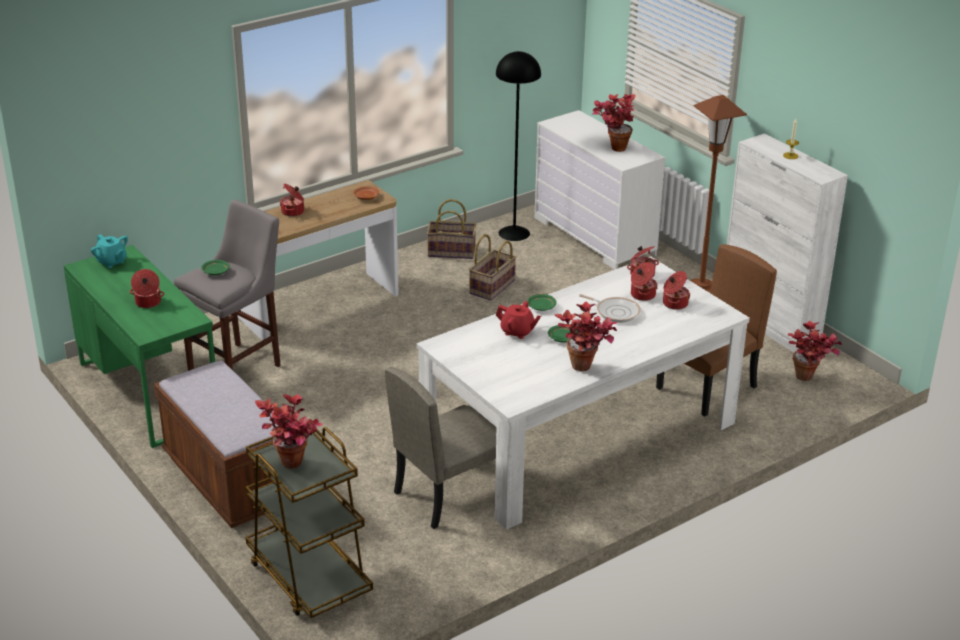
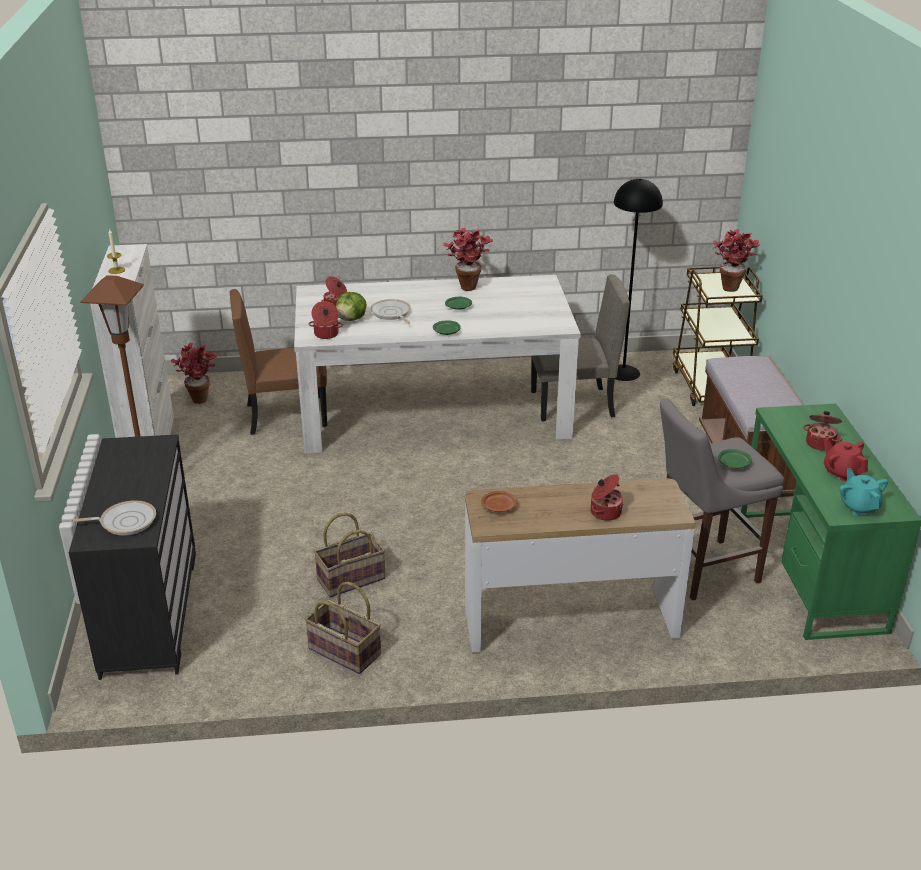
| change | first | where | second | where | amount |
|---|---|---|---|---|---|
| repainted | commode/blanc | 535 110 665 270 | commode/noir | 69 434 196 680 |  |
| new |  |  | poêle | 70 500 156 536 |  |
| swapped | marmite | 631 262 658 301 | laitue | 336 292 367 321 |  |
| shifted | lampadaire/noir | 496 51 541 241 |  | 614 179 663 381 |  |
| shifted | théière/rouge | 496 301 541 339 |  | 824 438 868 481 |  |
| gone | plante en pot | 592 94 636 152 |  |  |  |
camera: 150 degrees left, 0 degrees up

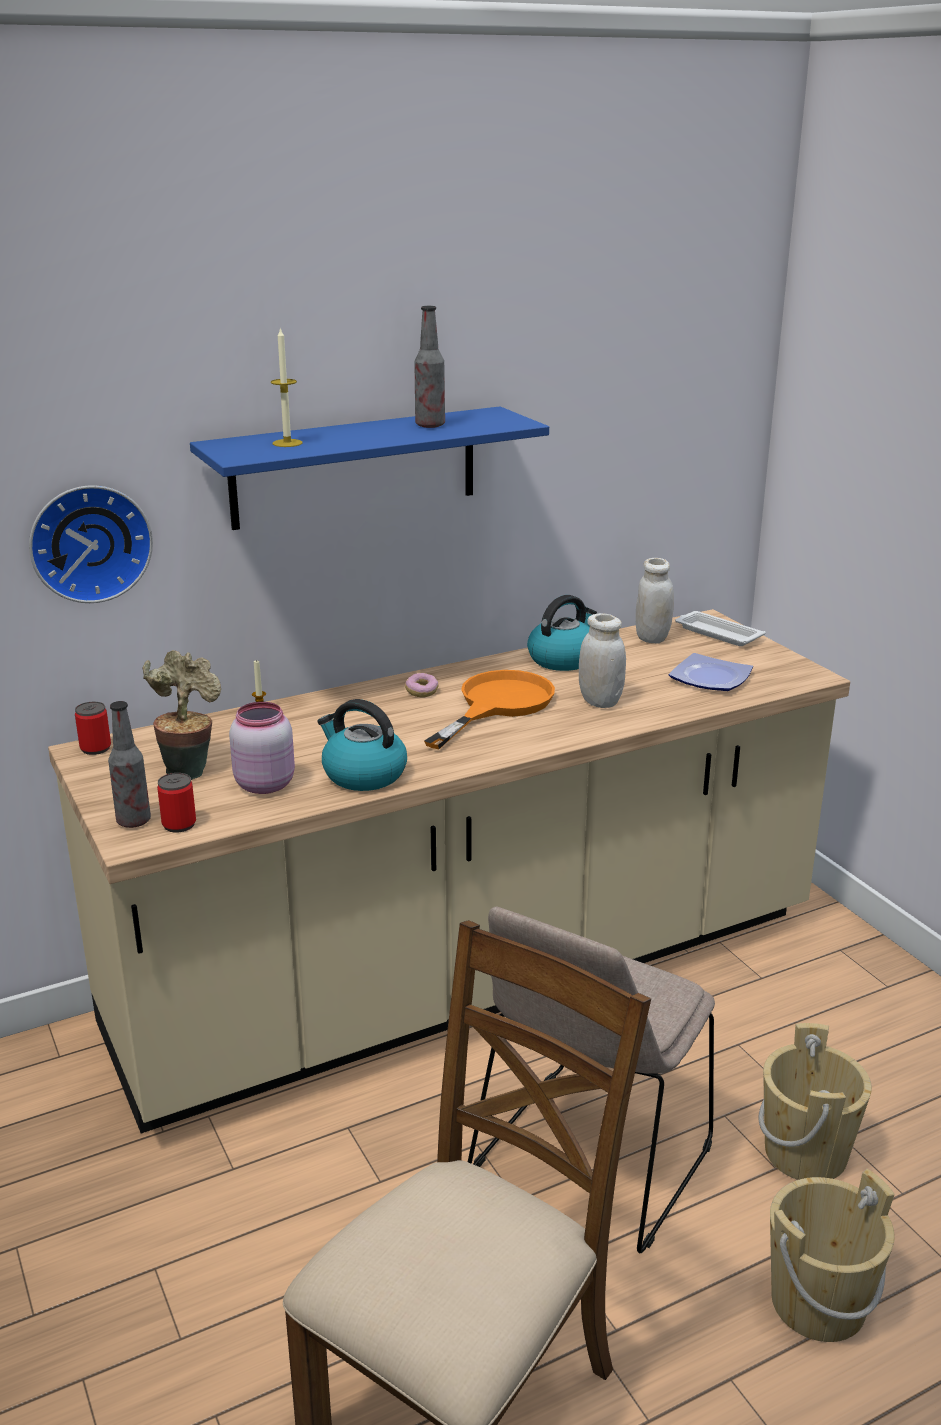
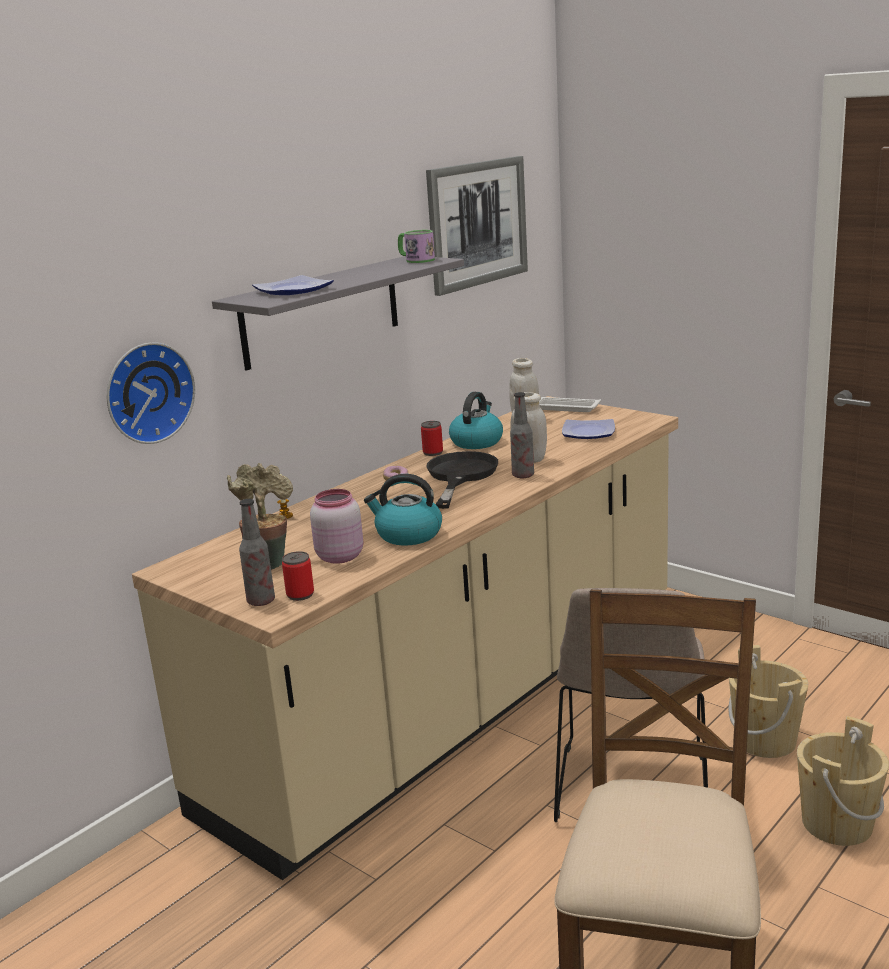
| change | first | where | second | where | amount |
|---|---|---|---|---|---|
| repainted | étagère/bleu | 190 406 549 530 | étagère/gris | 212 256 464 371 |  |
| swapped | bougie | 271 328 302 447 | assiette | 252 275 334 295 |  |
| new |  |  | mug | 398 230 435 263 |  |
| shifted | boîte métallique | 75 702 111 755 |  | 421 421 443 456 |  |
| new |  |  | tableau | 426 156 528 296 |  |
| repainted | poêle/orange | 424 670 555 749 | poêle/noir | 427 451 498 509 |  |
| shifted | bouteille | 414 306 445 428 |  | 510 392 534 478 |  |
camera: 20 degrees left, 5 degrees down

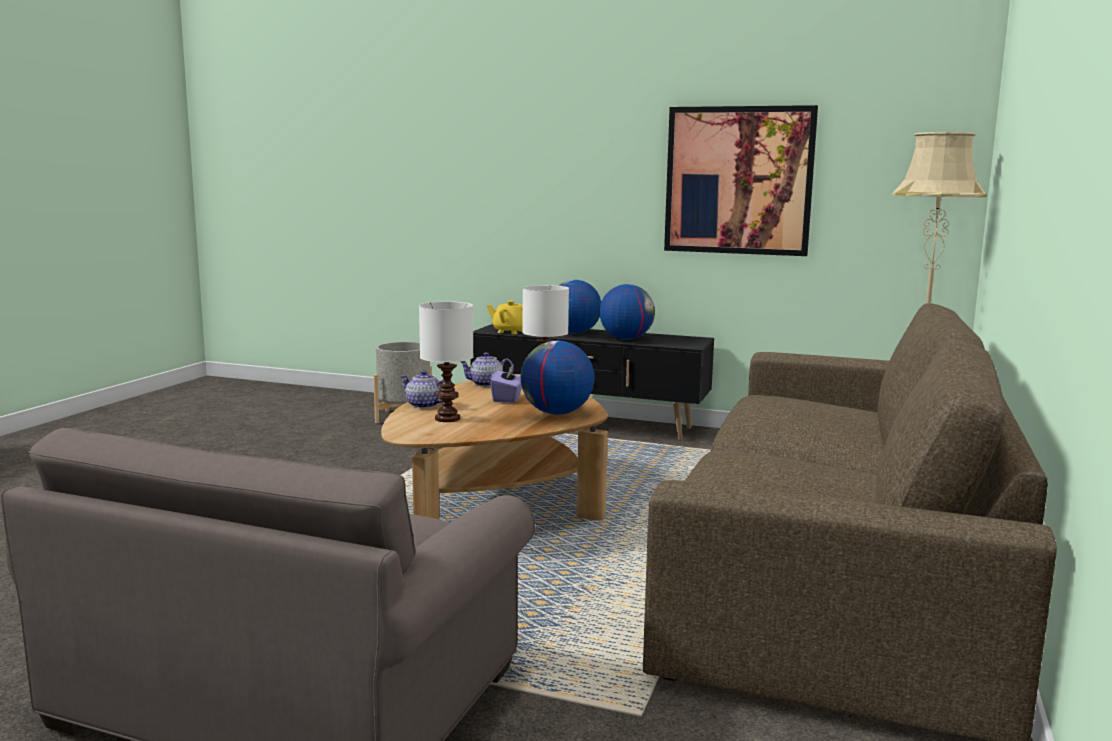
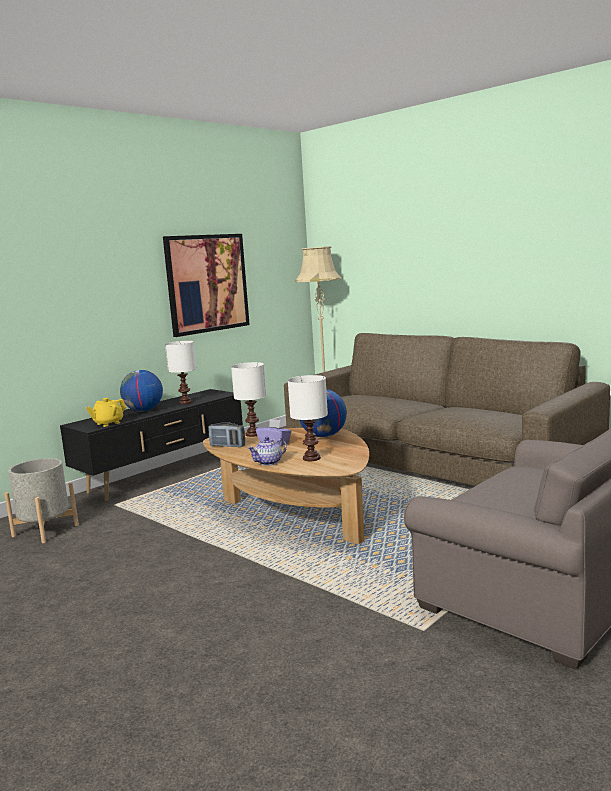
| change | first | where | second | where | amount |
|---|---|---|---|---|---|
| swapped | globe | 599 284 655 340 | lampe de table/blanc | 165 341 196 404 |  |
| swapped | théière | 460 352 514 387 | radio | 208 422 245 447 |  |
camera: 65 degrees left, 0 degrees up

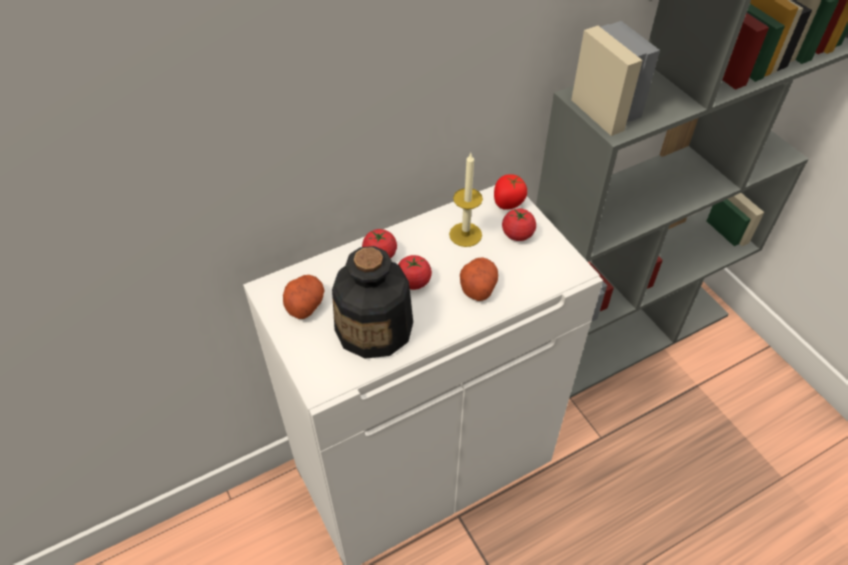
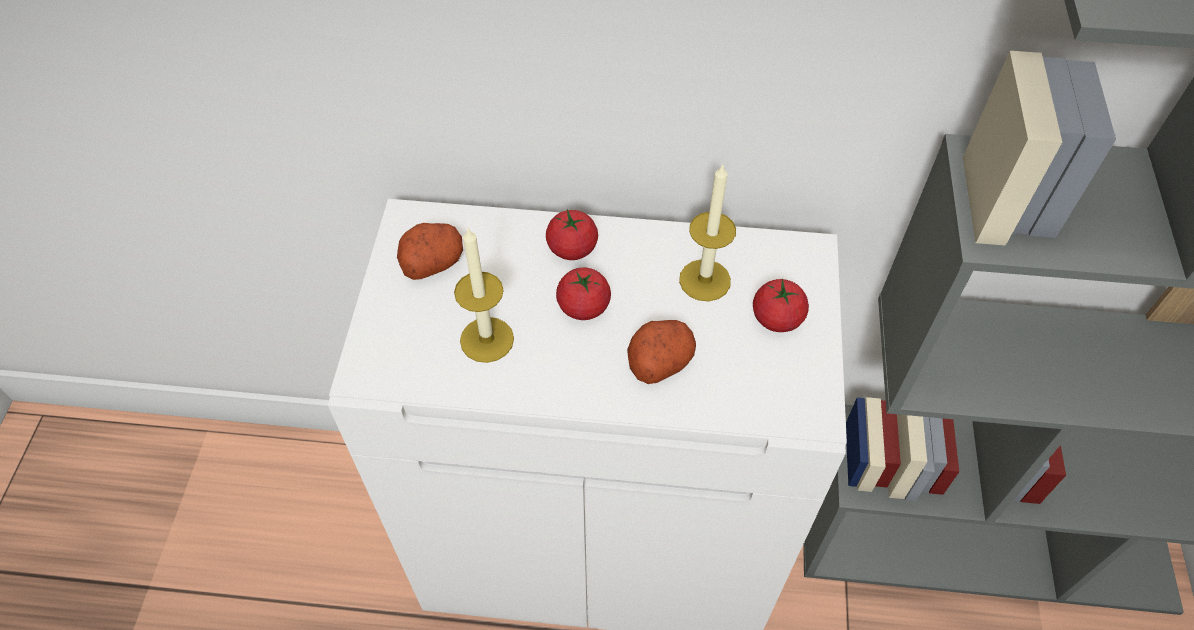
| change | first | where | second | where | amount |
|---|---|---|---|---|---|
| swapped | bouteille | 332 246 413 359 | bougie | 454 227 514 363 |  |
| gone | tomate | 494 174 527 210 |  |  |  |
camera: 35 degrees right, 5 degrees up

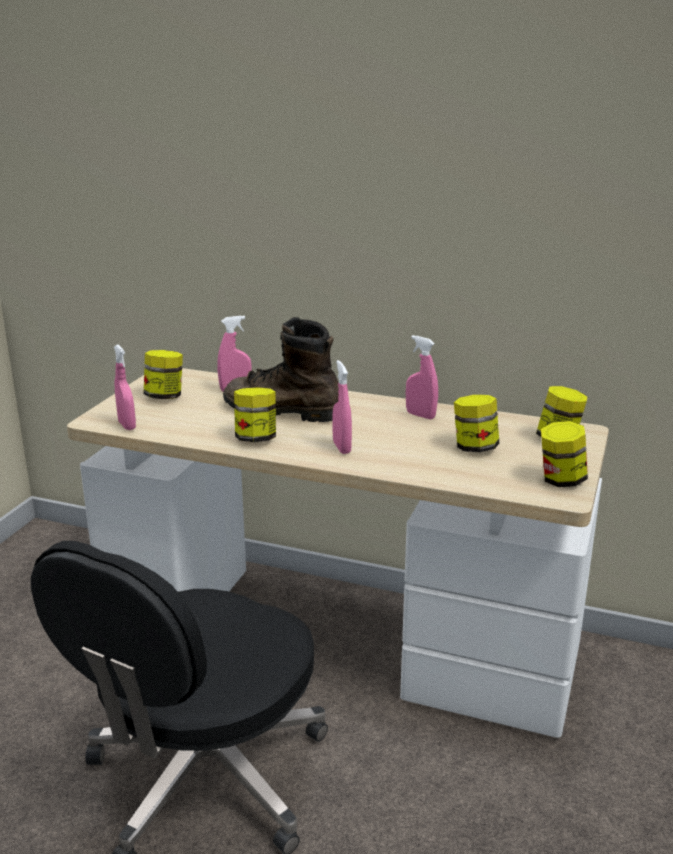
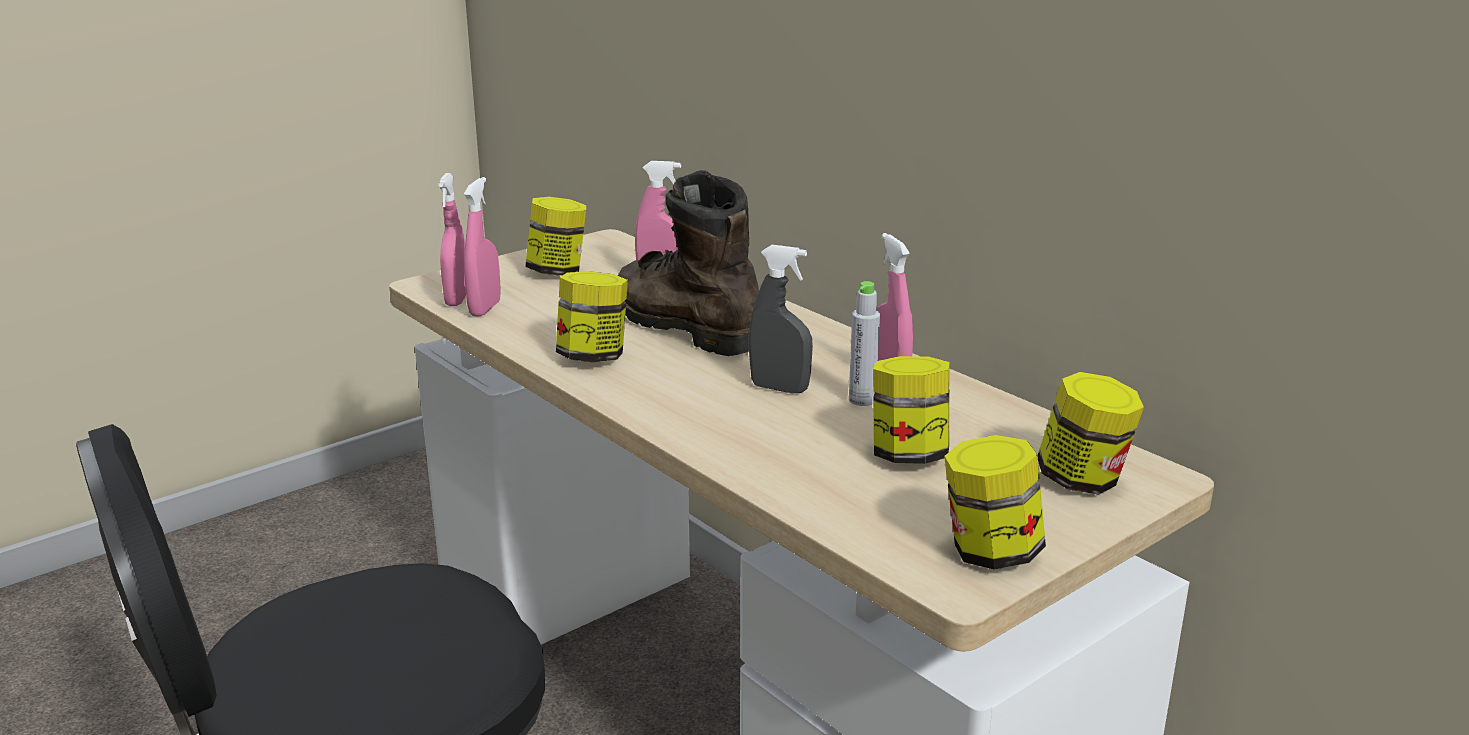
| change | first | where | second | where | amount |
|---|---|---|---|---|---|
| shifted | vaporisateur/rose | 333 360 352 454 |  | 464 177 501 317 |  |
| new |  |  | vaporisateur/gris | 749 245 813 393 |  |
| new |  |  | bouteille/gris | 849 281 880 406 |  |
camera: 30 degrees right, 0 degrees up

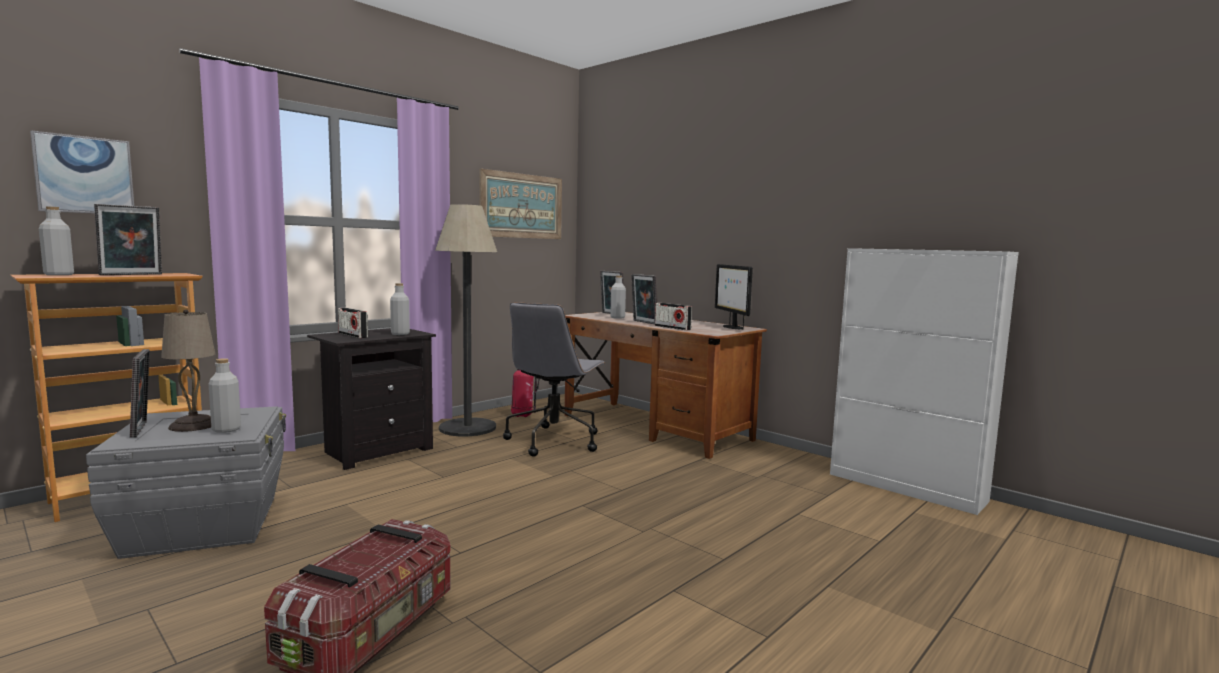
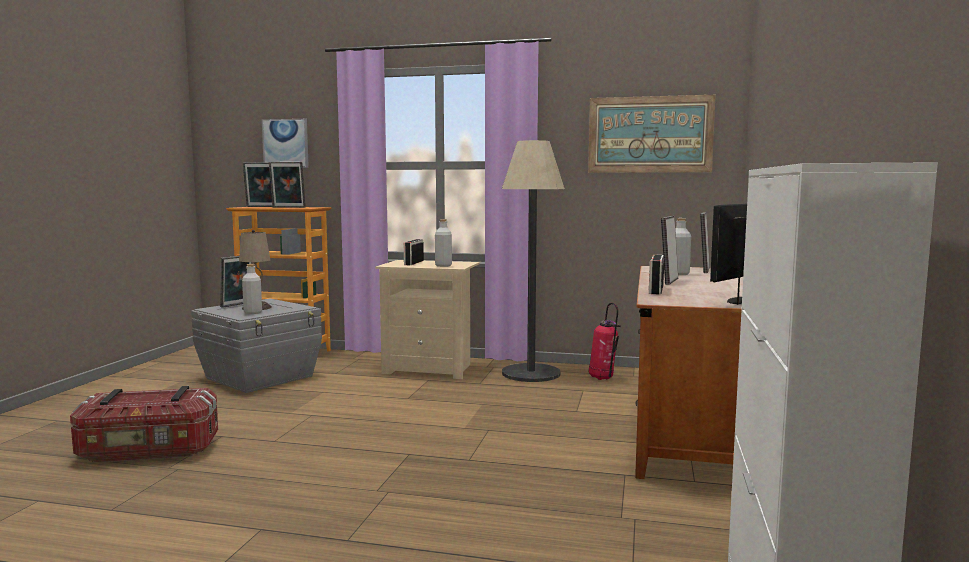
| change | first | where | second | where | amount |
|---|---|---|---|---|---|
| swapped | bouteille/gris | 39 207 74 275 | cadre photo | 243 162 273 207 |  |
| repainted | table de chevet/noir | 307 328 436 470 | table de chevet/beige | 375 260 480 379 |  |
| gone | chaise de bureau/gris | 503 302 605 457 |  |  |  |
camera: 60 degrees right, 0 degrees up

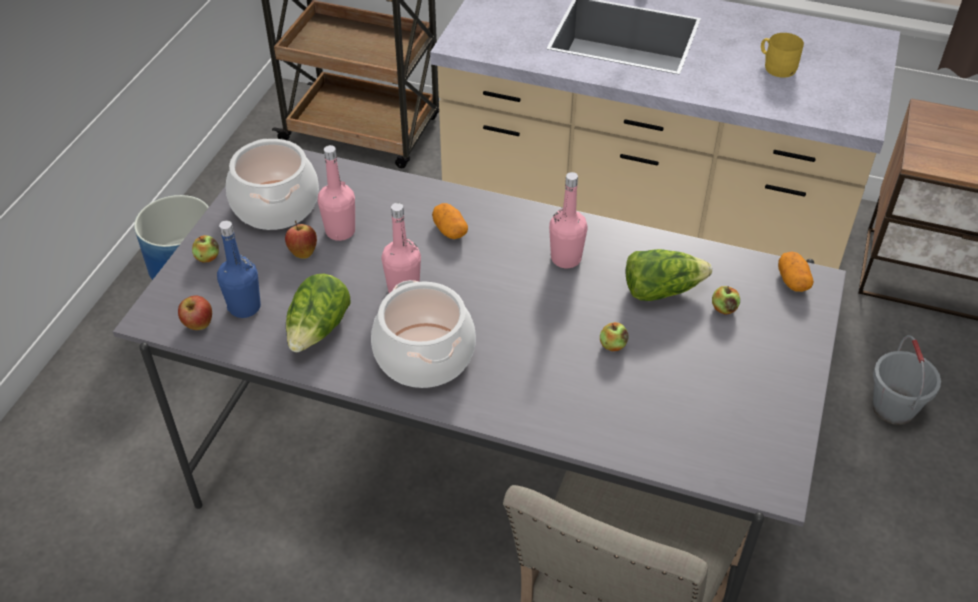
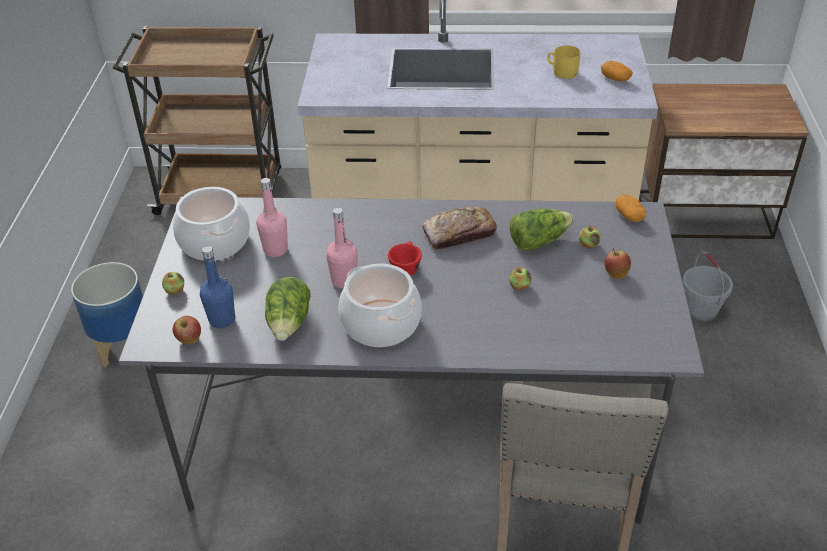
| change | first | where | second | where | amount |
|---|---|---|---|---|---|
| new |  |  | tasse/rouge | 388 241 422 276 |  |
| swapped | bouteille/rose | 549 172 588 268 | pain | 422 207 497 249 |  |
| shifted | pomme de terre | 432 203 468 239 |  | 601 61 633 81 |  |
| shifted | pomme | 285 221 317 259 |  | 604 248 631 279 |  |
camera: 15 degrees left, 5 degrees down

